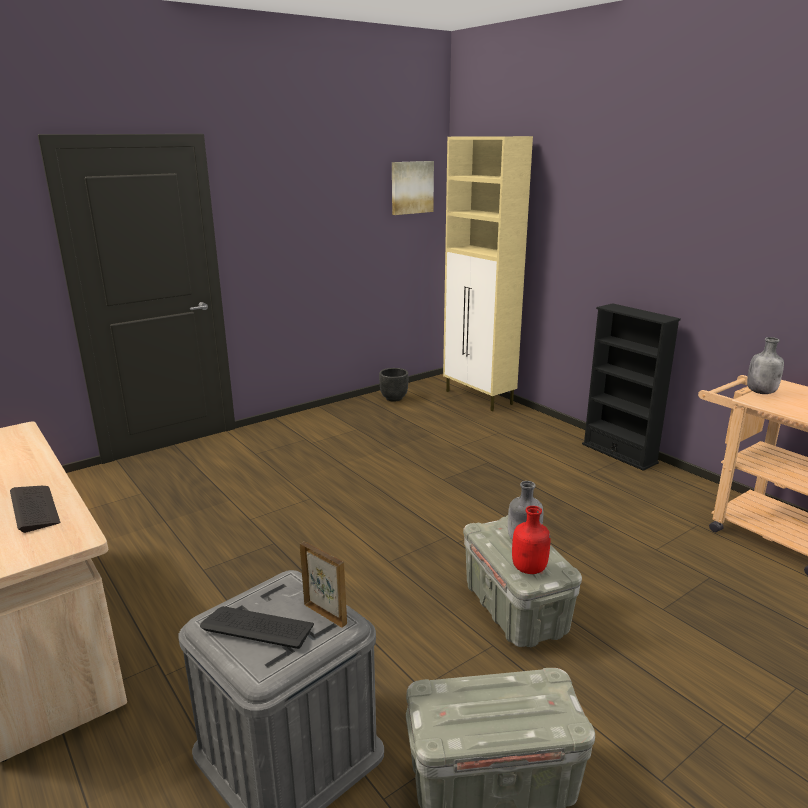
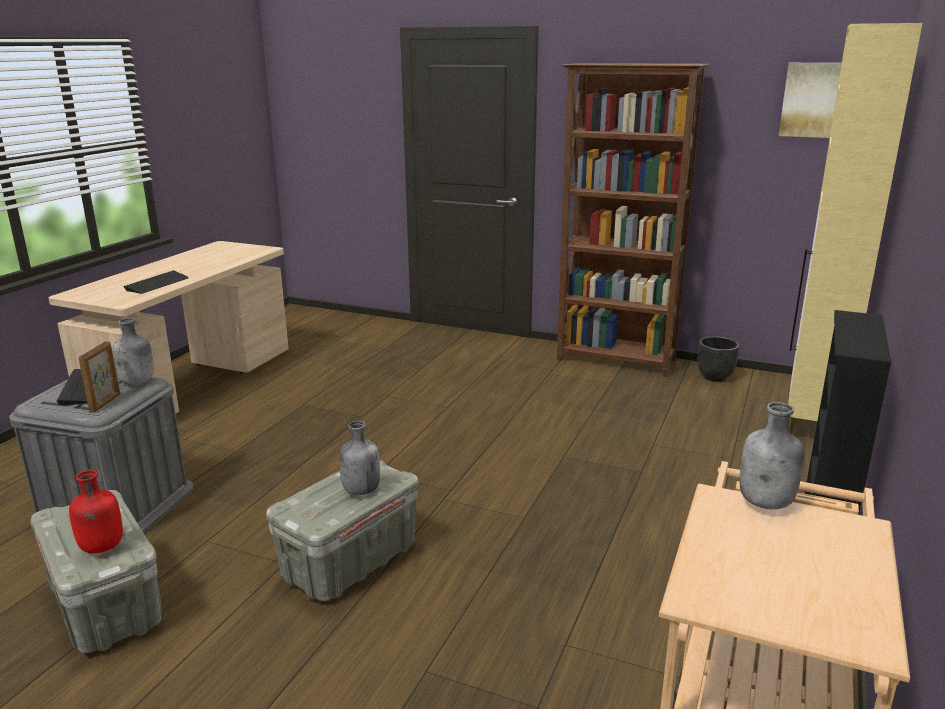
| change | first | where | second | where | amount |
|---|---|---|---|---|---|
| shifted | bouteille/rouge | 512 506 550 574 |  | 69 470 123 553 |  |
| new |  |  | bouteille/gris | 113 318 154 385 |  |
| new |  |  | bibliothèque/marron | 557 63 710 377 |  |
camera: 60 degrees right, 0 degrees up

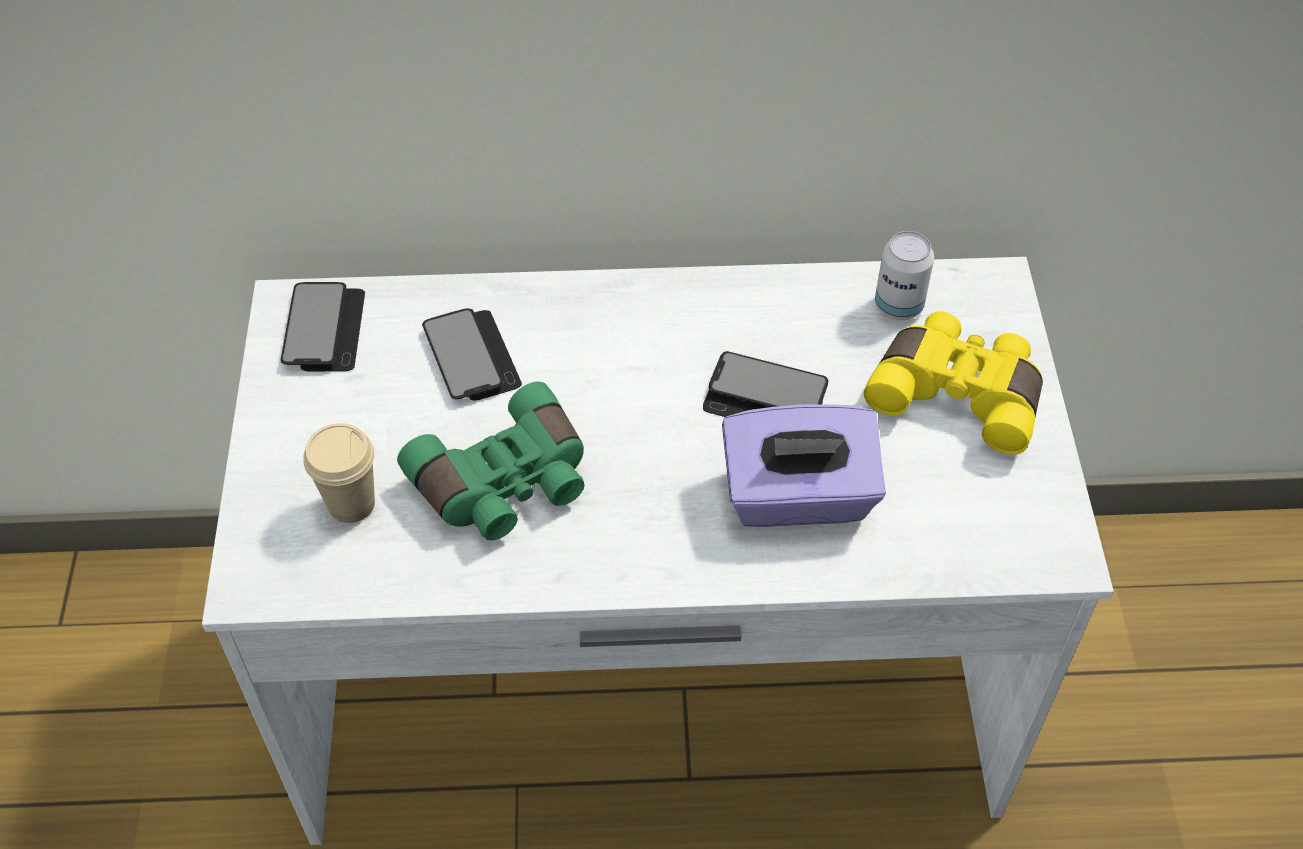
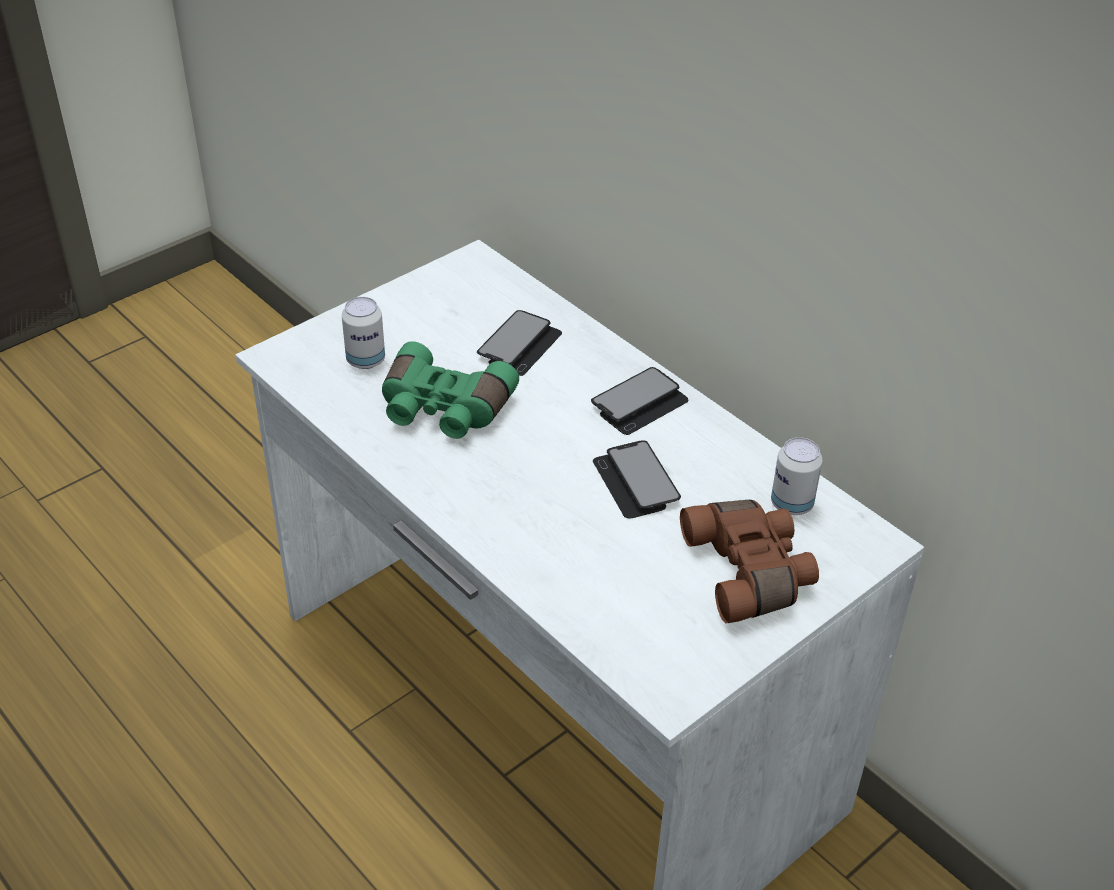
| change | first | where | second | where | amount |
|---|---|---|---|---|---|
| swapped | tasse/beige | 303 423 375 523 | boîte métallique | 342 297 385 369 |  |
| shifted | téléphone | 280 282 365 371 |  | 591 367 688 435 |  |
| repainted | jumelles/jaune | 864 311 1043 455 | jumelles/marron | 680 500 819 623 |  |
| gone | boîte à mouchoirs/violet | 722 404 886 527 |  |  |  |
camera: 50 degrees right, 10 degrees down

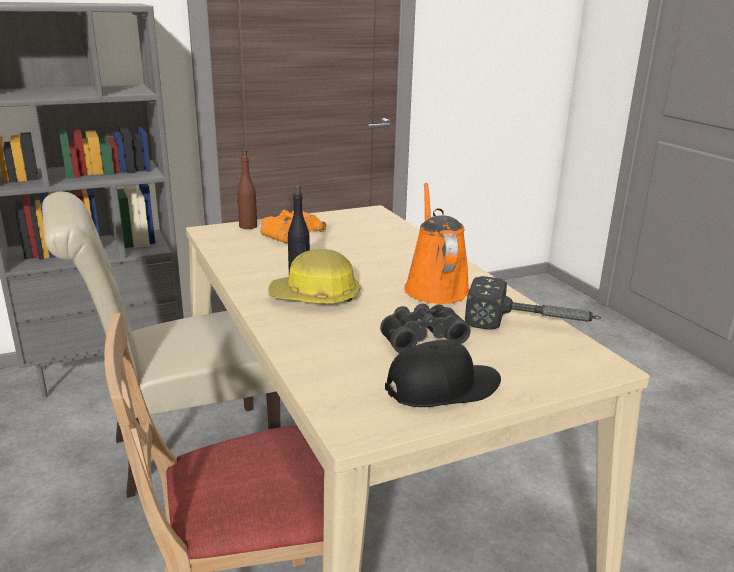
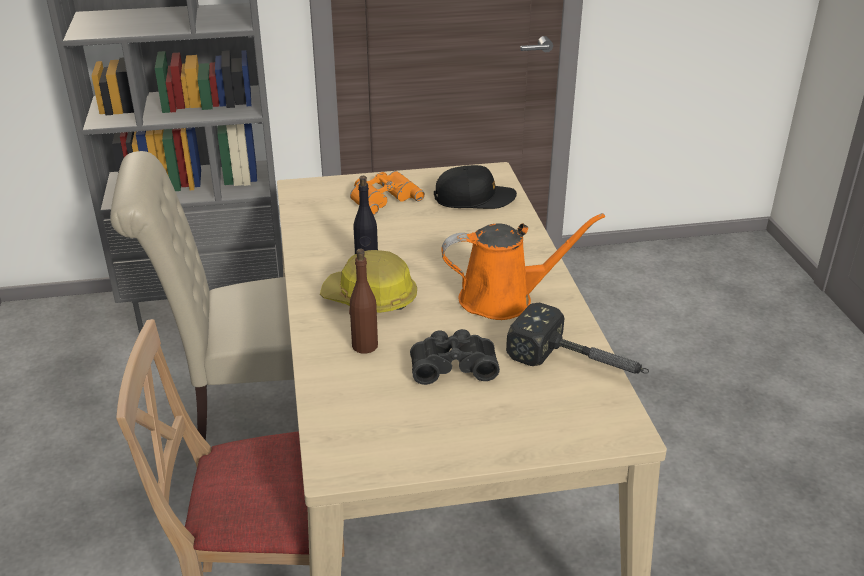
| change | first | where | second | where | amount |
|---|---|---|---|---|---|
| shifted | bouteille/marron | 237 149 257 229 |  | 349 249 378 354 |  |
| shifted | casquette/noir | 385 340 501 407 |  | 434 165 517 209 |  |
| rotated | arrosoir/orange | 404 183 469 304 |  | 441 213 605 320 | 75 degrees clockwise |
camera: 15 degrees right, 10 degrees up

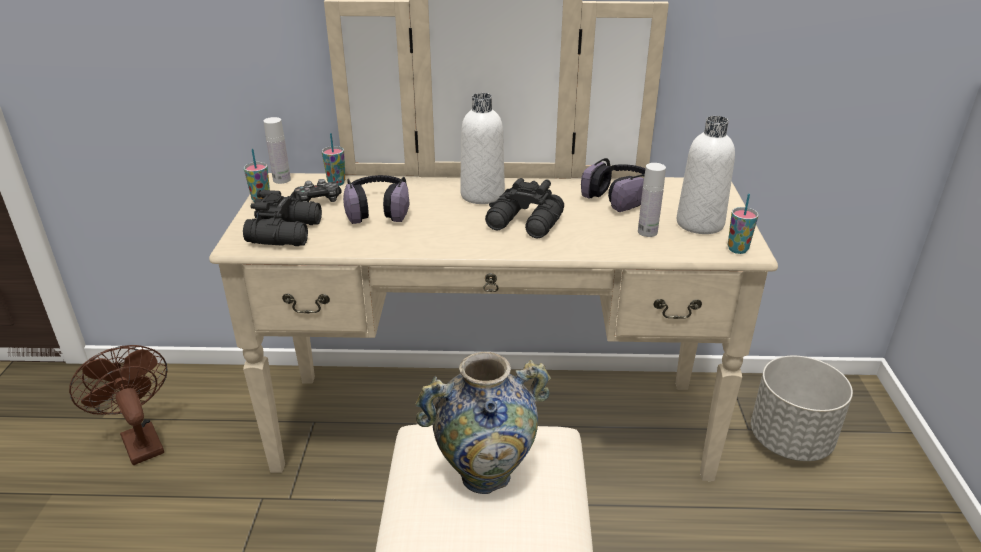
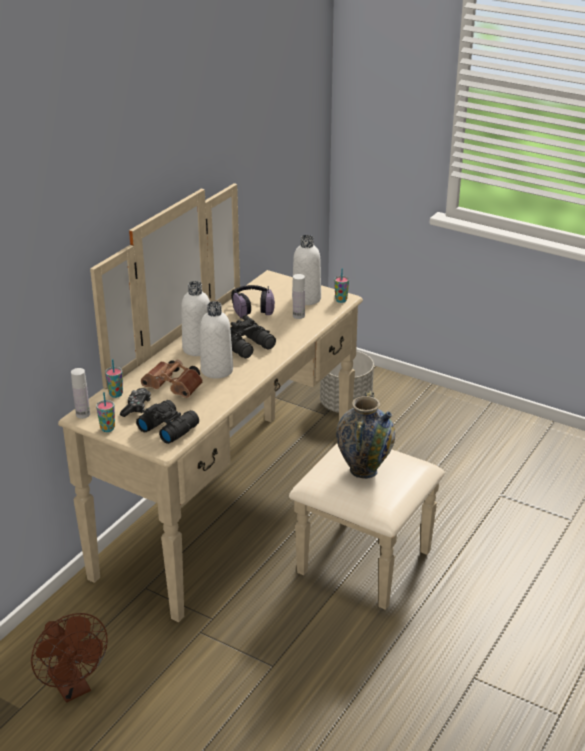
| change | first | where | second | where | amount |
|---|---|---|---|---|---|
| rotated | ventilateur/marron | 69 345 168 465 |  | 31 613 108 703 | 120 degrees counterclockwise |
| swapped | casque audio | 343 175 410 224 | jumelles/marron | 141 360 203 398 |  |
| new |  |  | bouteille/blanc | 200 301 233 379 |  |
camera: 60 degrees left, 0 degrees up

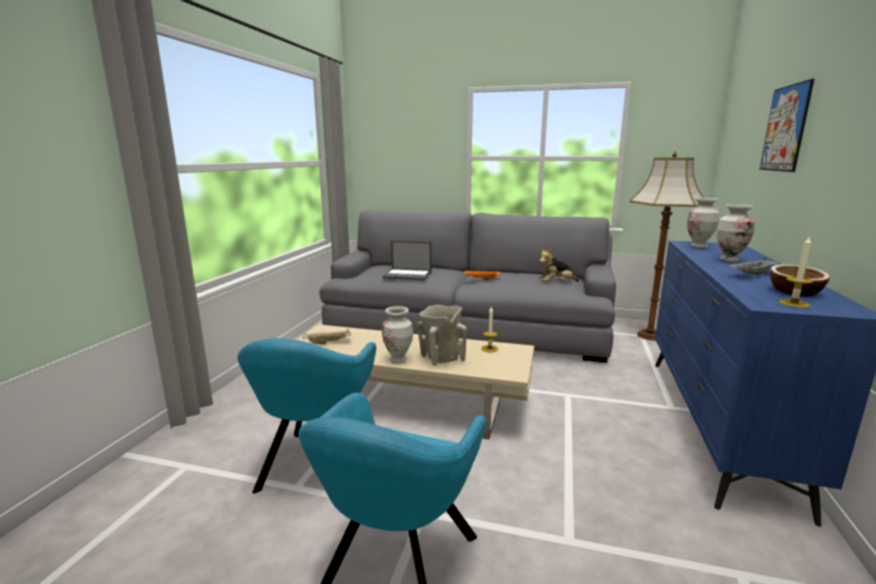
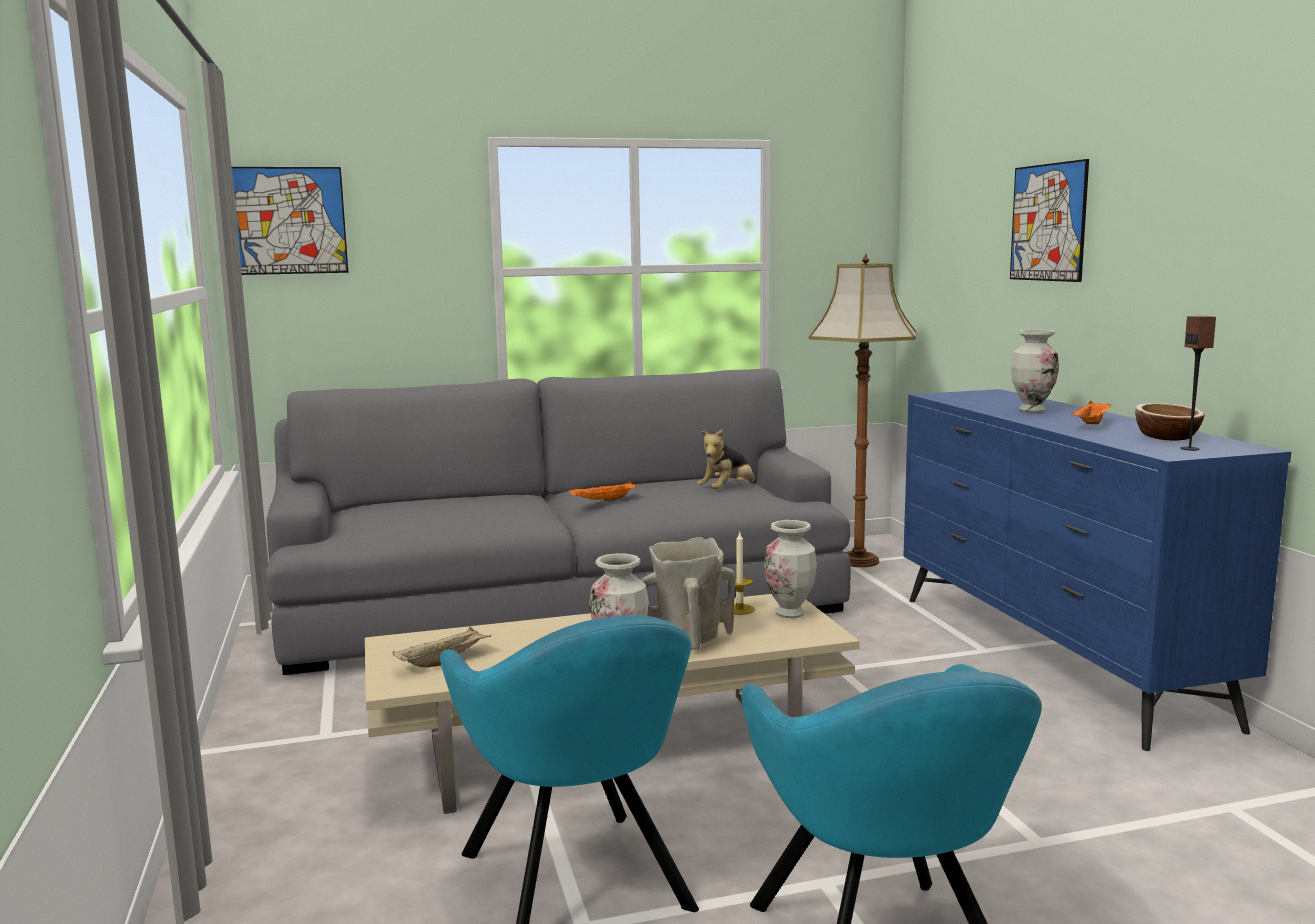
| change | first | where | second | where | amount |
|---|---|---|---|---|---|
| new |  |  | tableau | 232 167 349 275 |  |
| shifted | vase | 687 198 719 248 |  | 764 520 817 618 |  |
| repainted | plateau/gris | 728 258 779 275 | plateau/orange | 1071 401 1112 425 |  |
| swapped | bougie | 778 236 813 308 | enceinte | 1180 316 1216 451 |  |
| gone | ordinateur portable | 383 241 432 280 |  |  |  |
camera: 30 degrees left, 5 degrees down

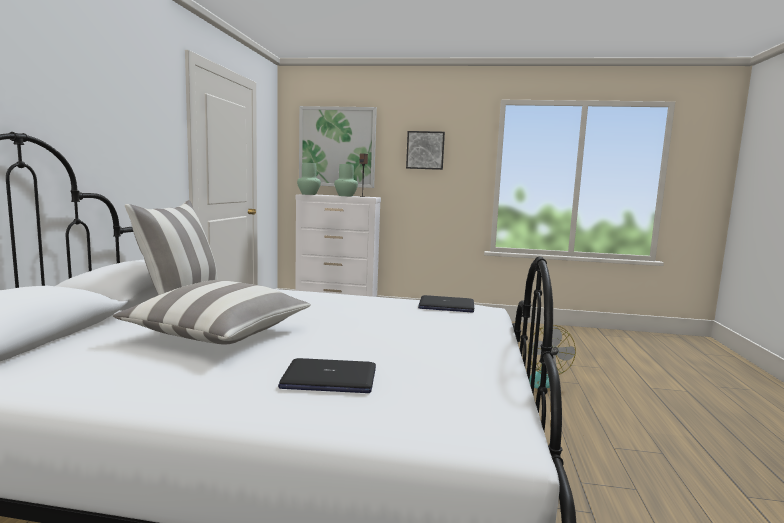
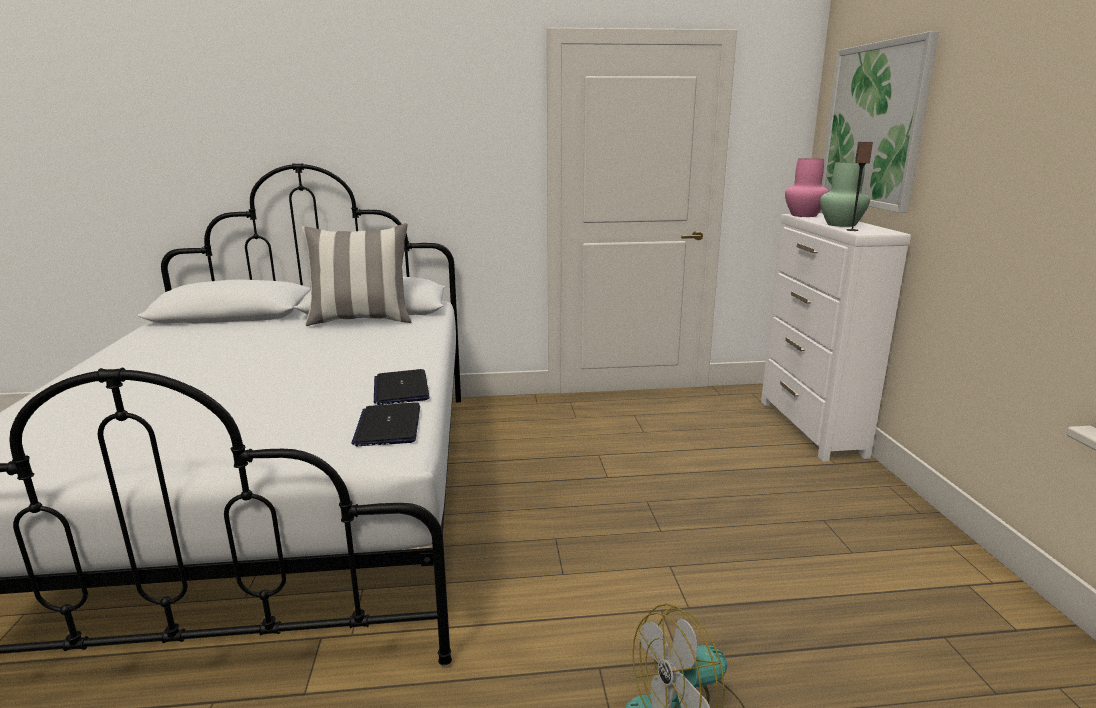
| change | first | where | second | where | amount |
|---|---|---|---|---|---|
| shifted | ordinateur portable | 278 358 376 393 |  | 374 369 430 405 |  |
| repainted | vase/vert | 297 163 321 195 | vase/rose | 785 158 829 217 |  |
| gone | coussin | 113 280 311 344 |  |  |  |
| gone | tableau | 406 131 445 170 |  |  |  |
camera: 75 degrees right, 10 degrees up

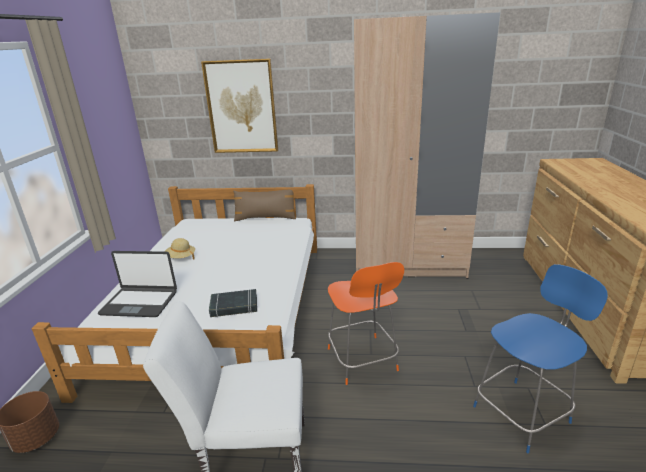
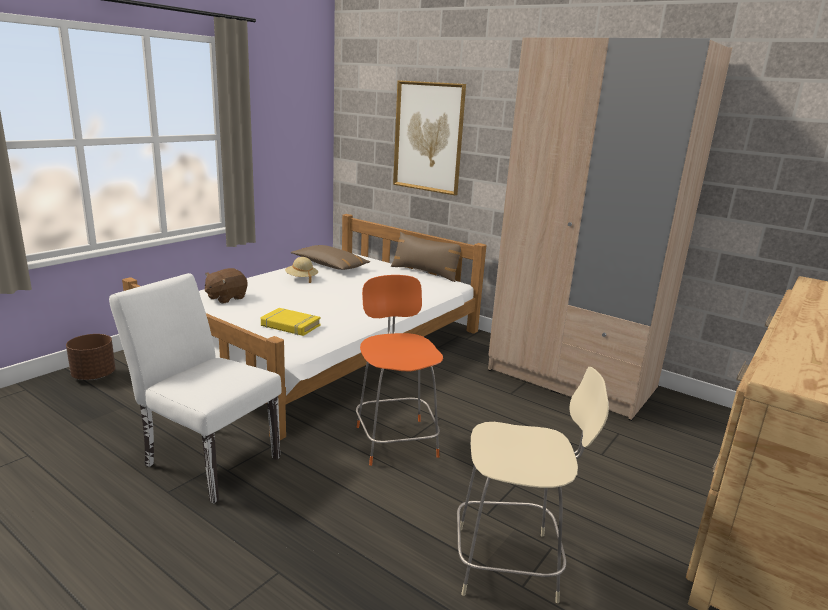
| change | first | where | second | where | amount |
|---|---|---|---|---|---|
| swapped | ordinateur portable | 98 251 177 317 | peluche/marron | 205 268 247 304 |  |
| repainted | livre/noir | 209 289 257 317 | livre/jaune | 261 308 320 336 |  |
| new |  |  | coussin/marron | 291 245 370 270 |  |
| rotated | chaise/orange | 328 262 404 385 |  | 356 275 443 466 | 150 degrees clockwise |
| repainted | chaise/bleu | 473 264 608 453 | chaise/beige | 457 367 609 603 |  |
camera: 30 degrees right, 5 degrees down

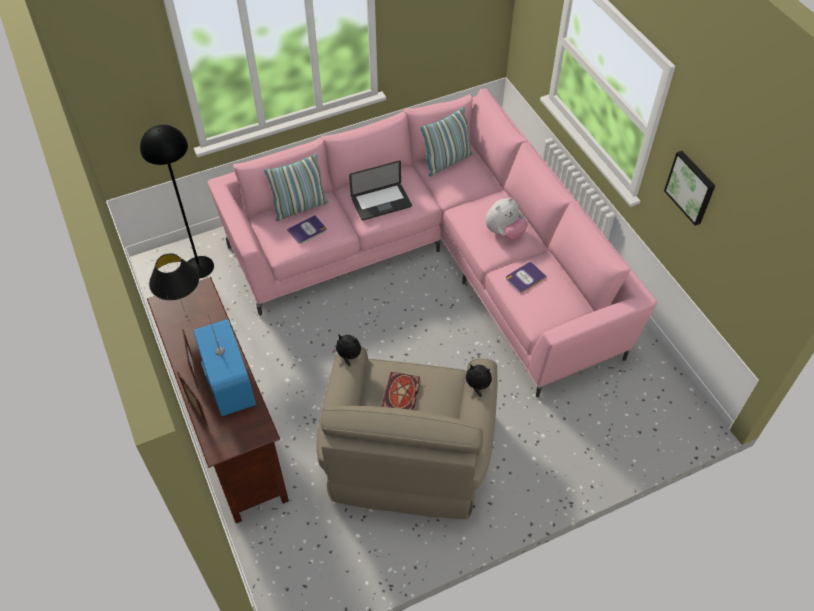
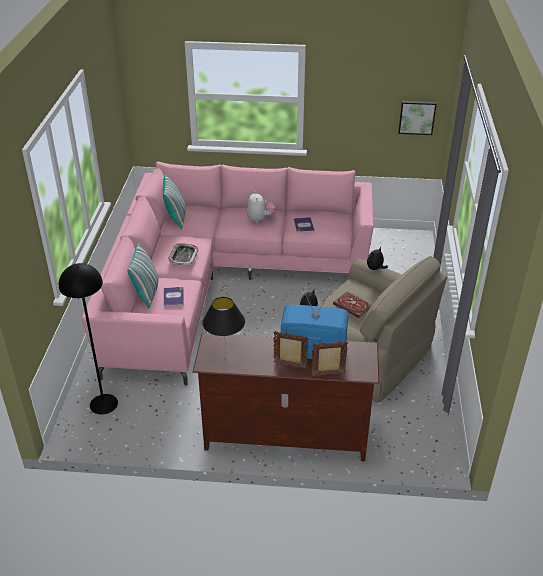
| change | first | where | second | where | amount |
|---|---|---|---|---|---|
| swapped | ordinateur portable | 349 161 412 221 | plateau | 168 243 198 265 |  |
| shifted | tableau | 664 151 715 226 |  | 398 101 437 135 |  |
camera: 60 degrees left, 15 degrees down

